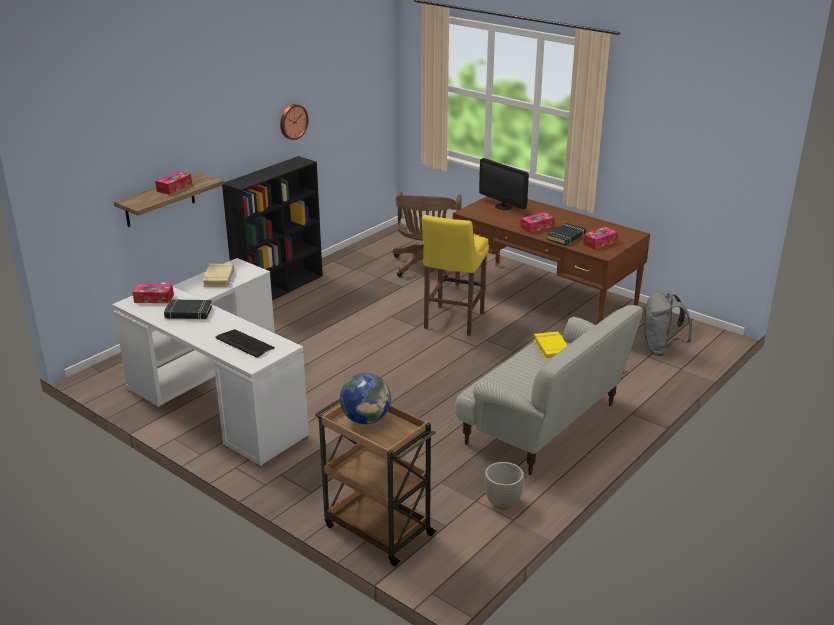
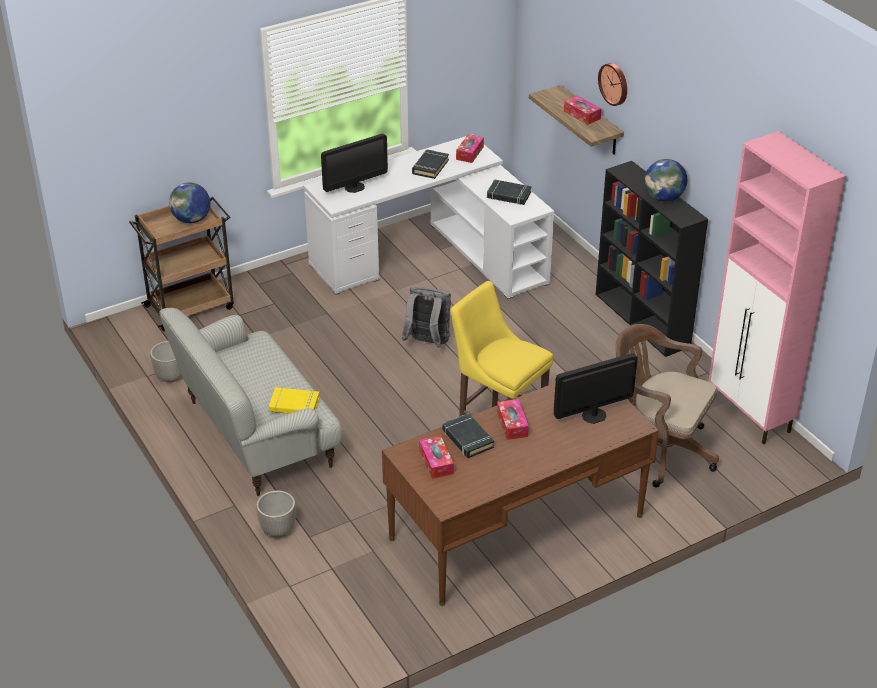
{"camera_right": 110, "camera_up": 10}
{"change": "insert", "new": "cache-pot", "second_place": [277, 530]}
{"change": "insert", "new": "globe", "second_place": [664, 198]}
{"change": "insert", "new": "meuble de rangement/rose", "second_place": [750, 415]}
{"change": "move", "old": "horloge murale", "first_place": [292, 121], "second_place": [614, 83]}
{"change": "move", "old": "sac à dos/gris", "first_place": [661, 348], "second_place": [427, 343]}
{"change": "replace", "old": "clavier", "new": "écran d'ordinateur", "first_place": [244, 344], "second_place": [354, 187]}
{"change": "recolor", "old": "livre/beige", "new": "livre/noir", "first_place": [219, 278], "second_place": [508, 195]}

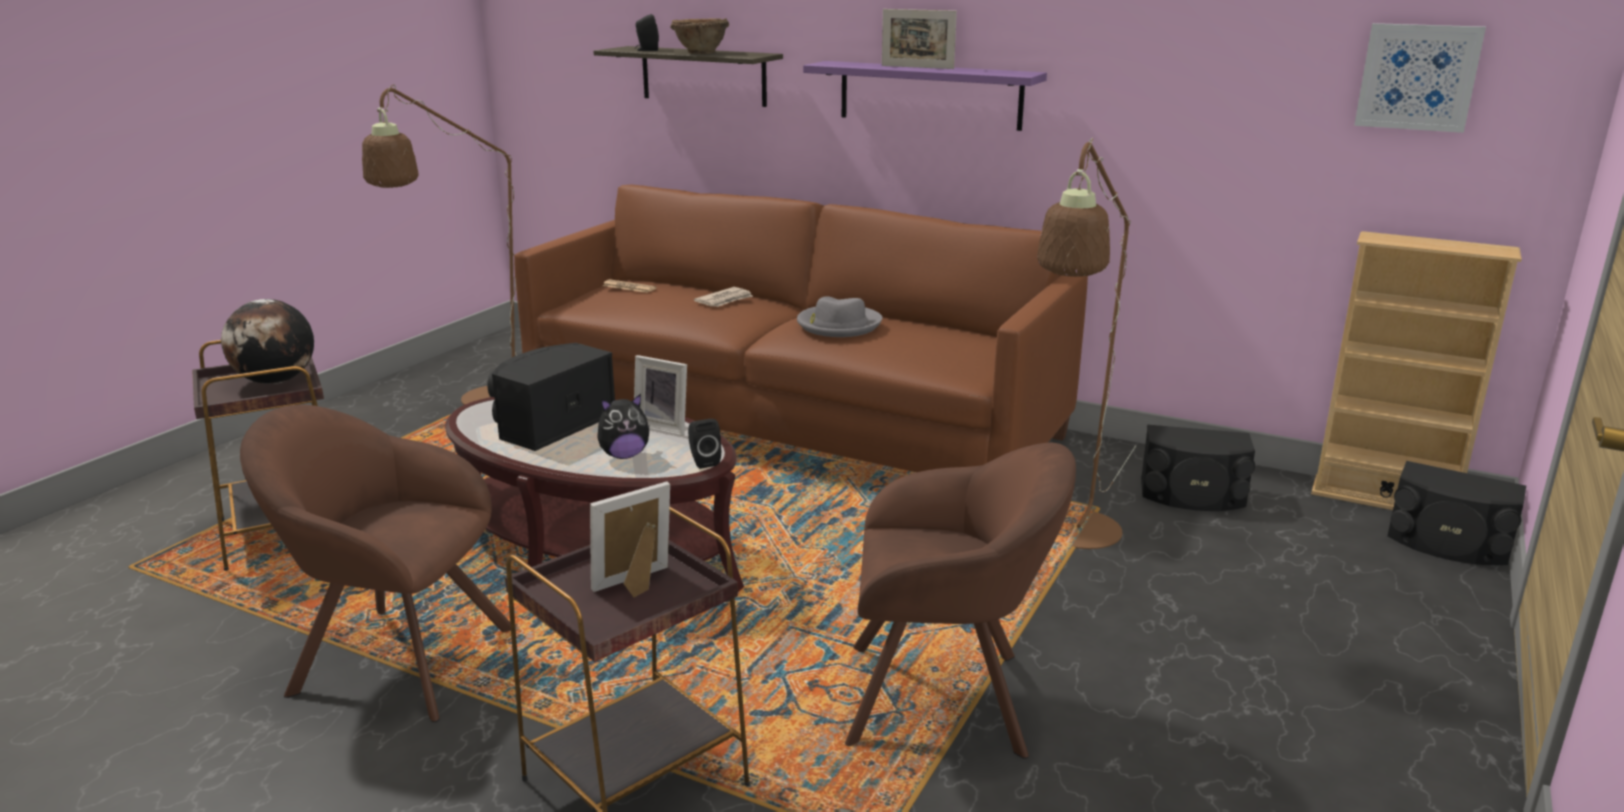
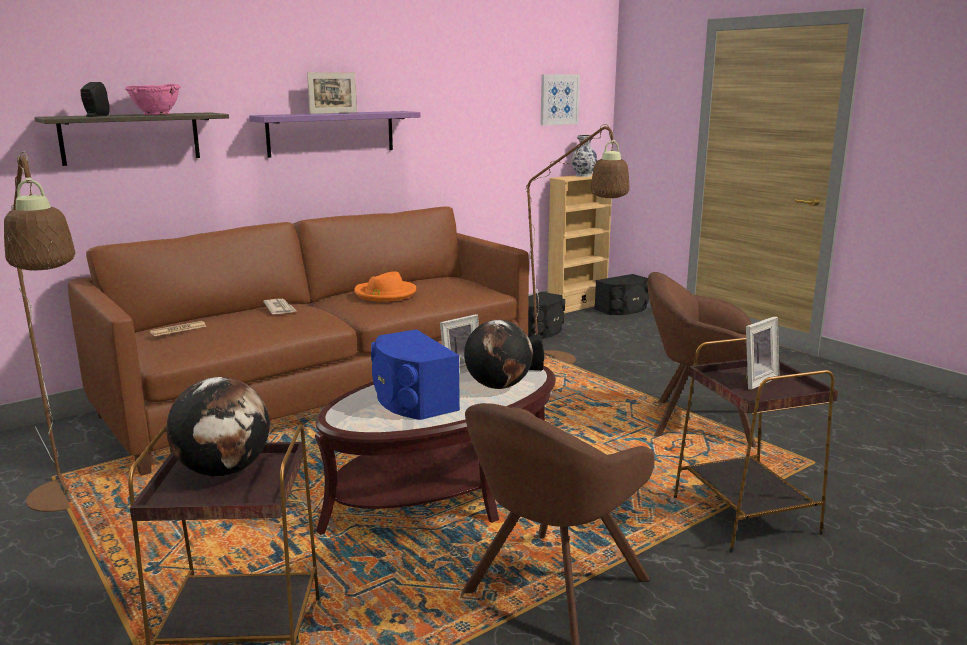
{"camera_right": -65, "camera_up": -5}
{"change": "insert", "new": "vase", "second_place": [583, 175]}
{"change": "replace", "old": "peluche", "new": "globe", "first_place": [624, 455], "second_place": [498, 386]}
{"change": "recolor", "old": "enceinte/noir", "new": "enceinte/bleu", "first_place": [552, 424], "second_place": [411, 400]}
{"change": "recolor", "old": "bol/marron", "new": "bol/rose", "first_place": [700, 53], "second_place": [156, 114]}
{"change": "recolor", "old": "chapeau/gris", "new": "chapeau/orange", "first_place": [838, 325], "second_place": [385, 294]}
{"change": "rotate", "old": "cadre photo", "first_place": [637, 585], "second_place": [755, 380], "degrees": -120}
{"change": "rotate", "old": "fauteuil/marron", "first_place": [947, 699], "second_place": [696, 422], "degrees": -105}

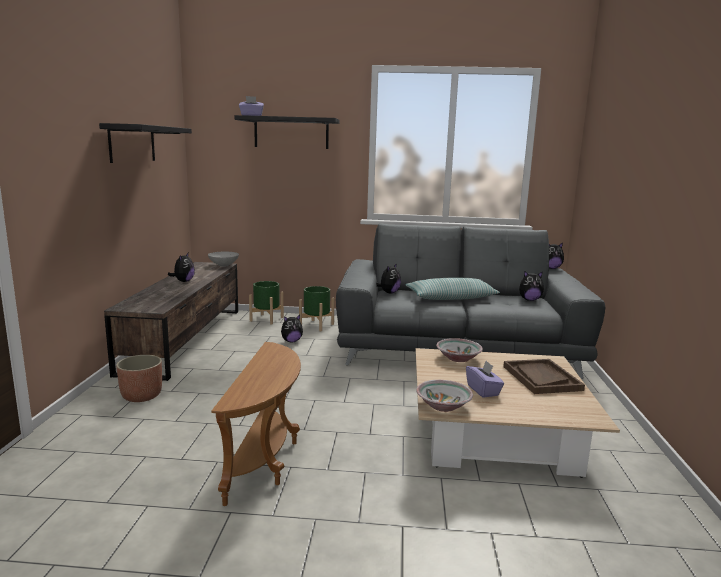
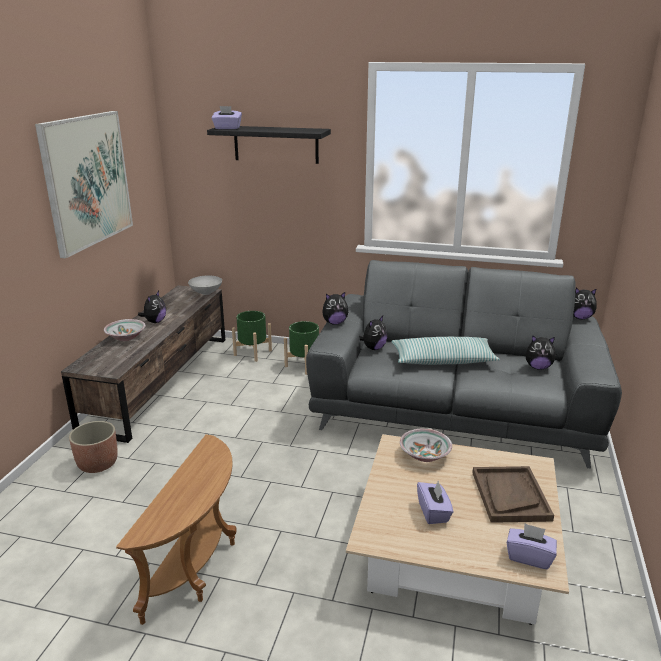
{"camera_right": 10, "camera_up": 10}
{"change": "insert", "new": "boîte à mouchoirs/violet", "second_place": [529, 557]}
{"change": "move", "old": "peluche", "first_place": [291, 341], "second_place": [334, 323]}
{"change": "move", "old": "bol", "first_place": [444, 406], "second_place": [126, 337]}
{"change": "replace", "old": "étagère/noir", "new": "tableau", "first_place": [132, 143], "second_place": [87, 181]}

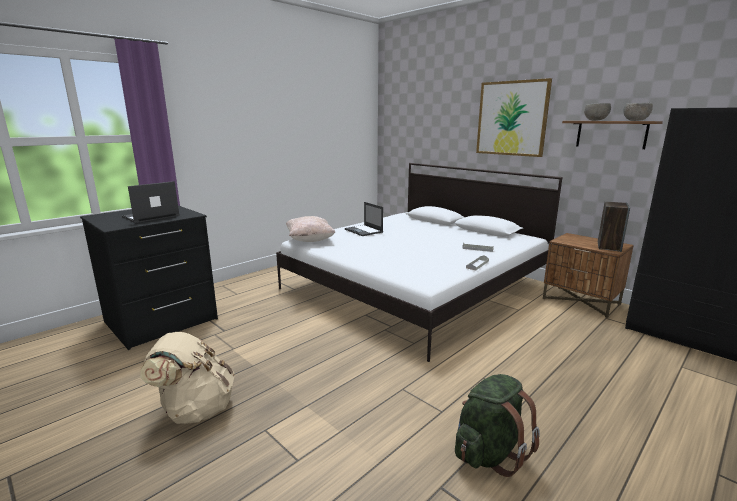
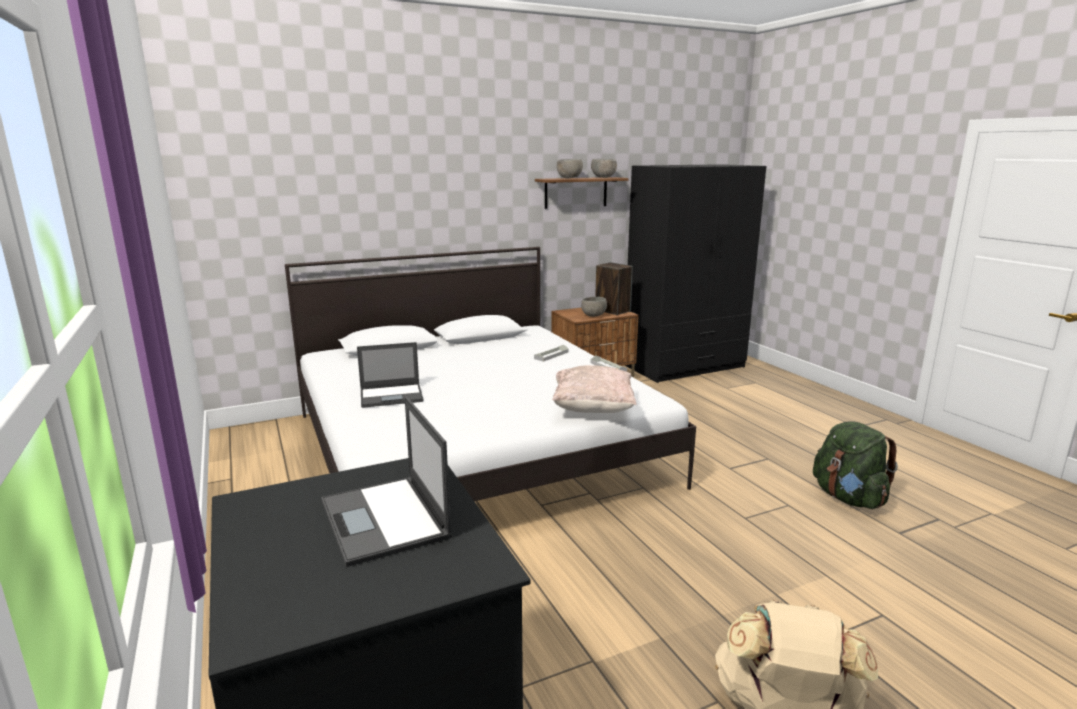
{"camera_right": -70, "camera_up": 0}
{"change": "delete", "old": "tableau", "first_place": [512, 118]}
{"change": "insert", "new": "bol/gris", "second_place": [593, 316]}
{"change": "move", "old": "coussin/beige", "first_place": [310, 240], "second_place": [593, 409]}

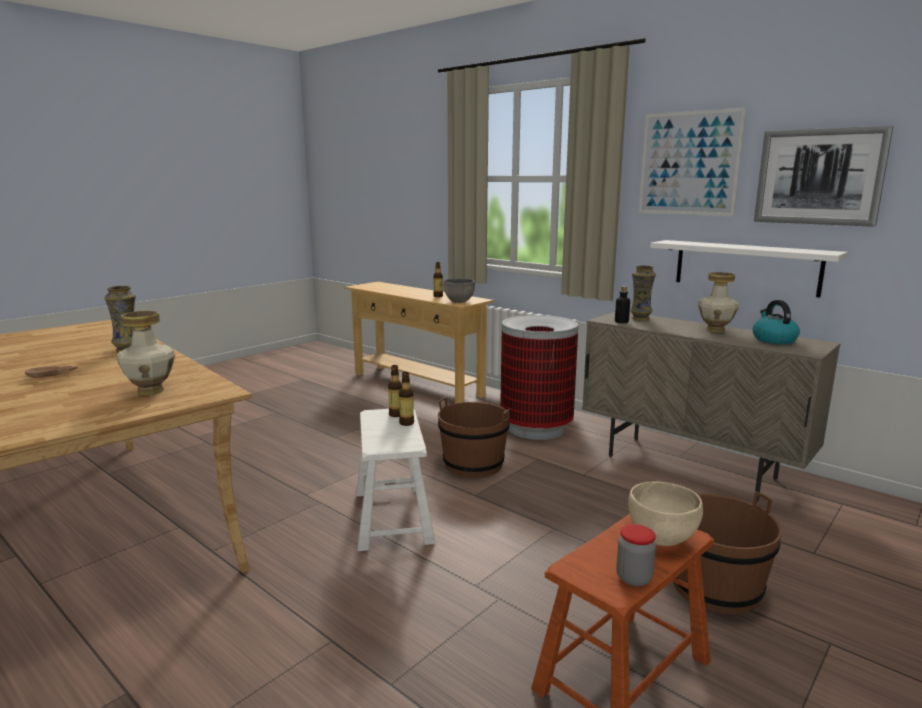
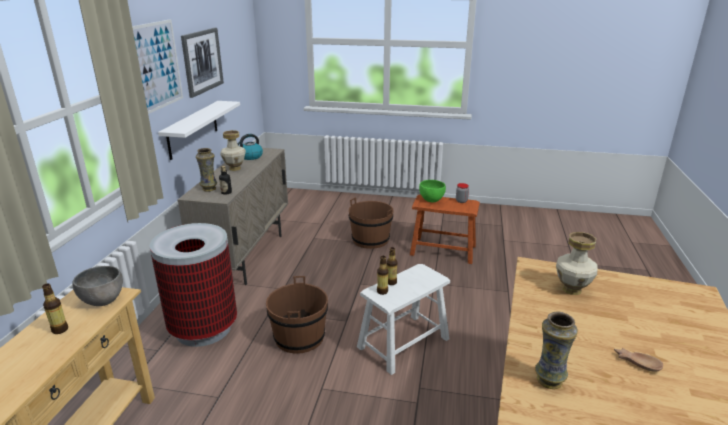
{"camera_right": -120, "camera_up": 10}
{"change": "recolor", "old": "bol/beige", "new": "bol/vert", "first_place": [661, 538], "second_place": [431, 200]}

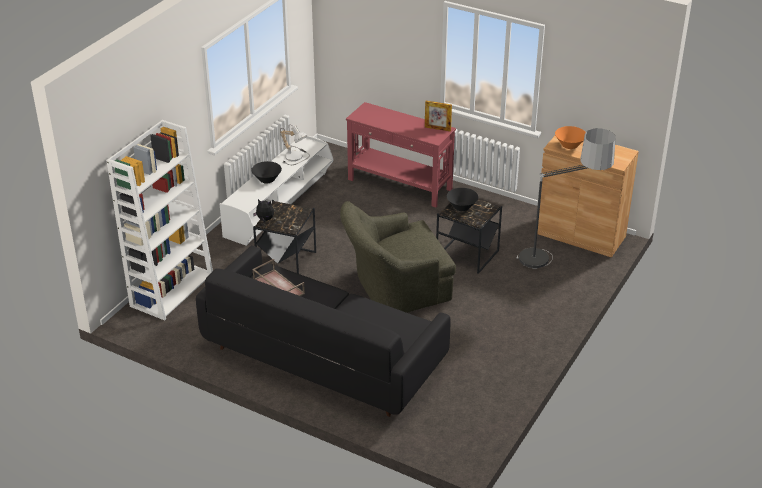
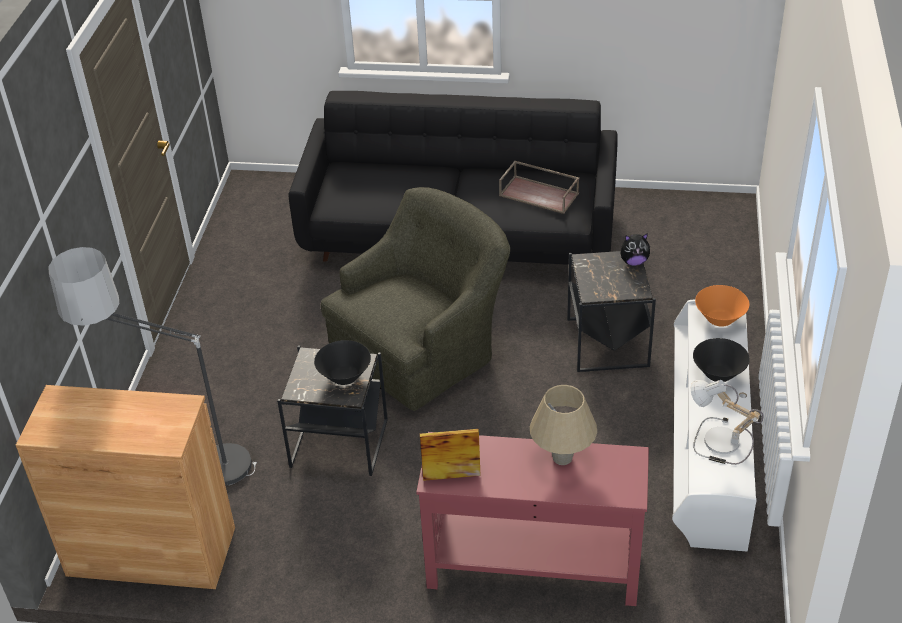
{"camera_right": 160, "camera_up": 5}
{"change": "delete", "old": "bibliothèque/blanc", "first_place": [172, 290]}
{"change": "insert", "new": "lampe de table/beige", "second_place": [562, 458]}
{"change": "move", "old": "bol/orange", "first_place": [569, 145], "second_place": [719, 318]}

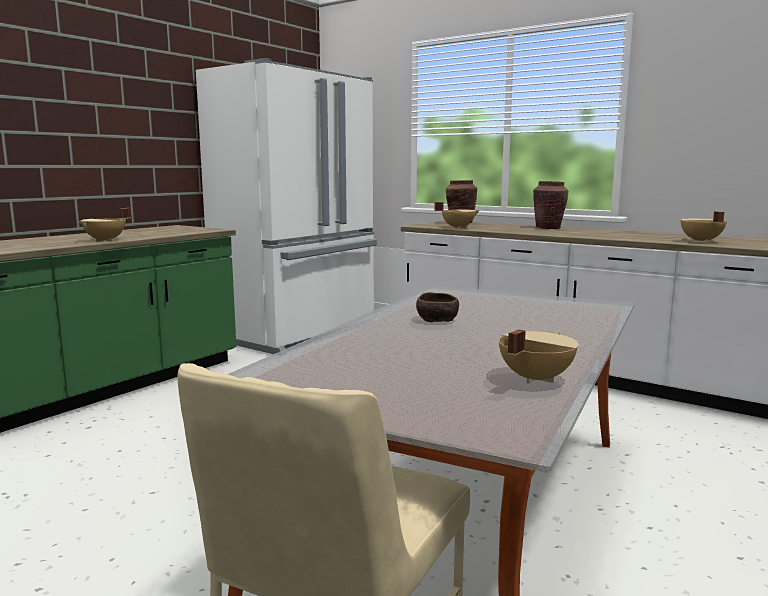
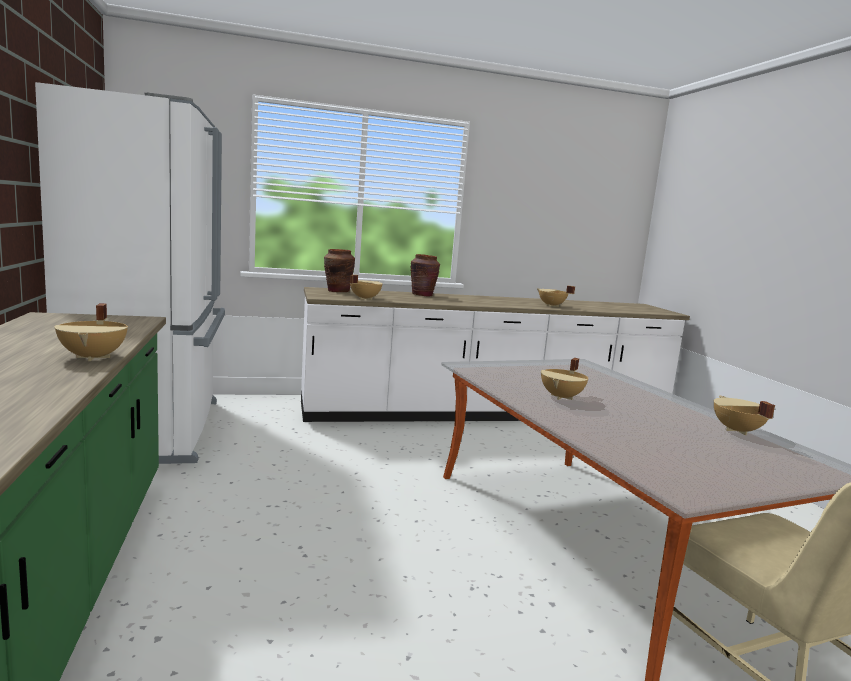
{"camera_right": -50, "camera_up": 0}
{"change": "replace", "old": "bol/marron", "new": "marmite/beige", "first_place": [438, 320], "second_place": [562, 397]}

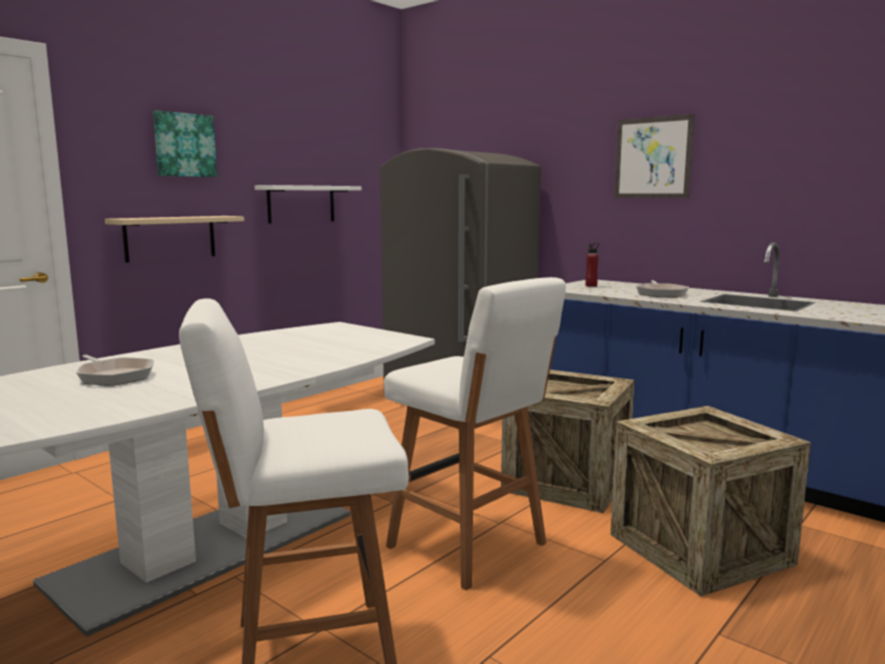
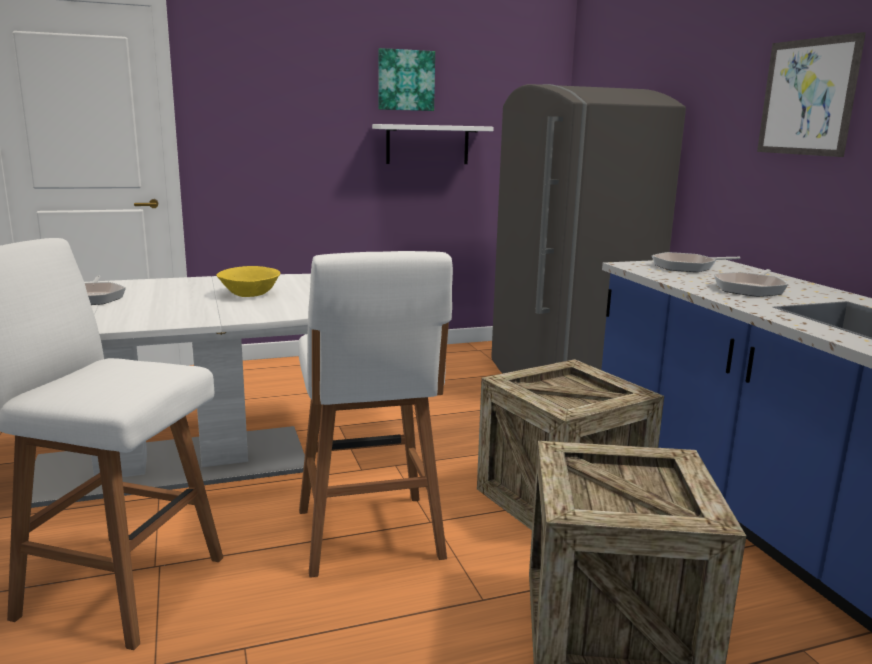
{"camera_right": 30, "camera_up": 5}
{"change": "delete", "old": "étagère/beige", "first_place": [170, 238]}
{"change": "insert", "new": "bol/jaune", "second_place": [249, 294]}
{"change": "move", "old": "tableau", "first_place": [184, 145], "second_place": [405, 80]}
{"change": "replace", "old": "bouteille/rouge", "new": "poêle", "first_place": [591, 286], "second_place": [687, 267]}

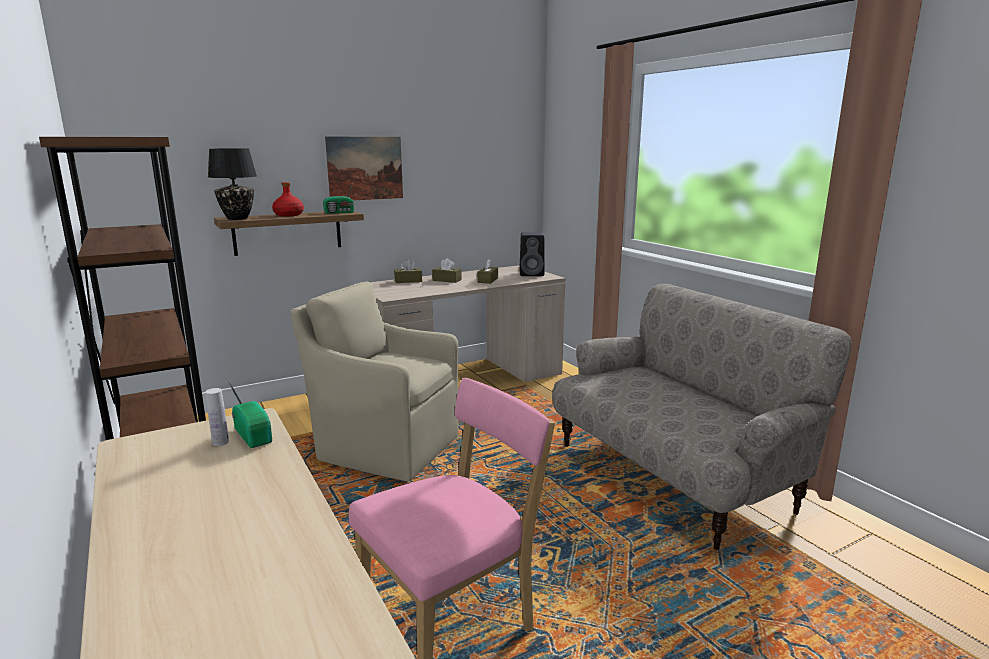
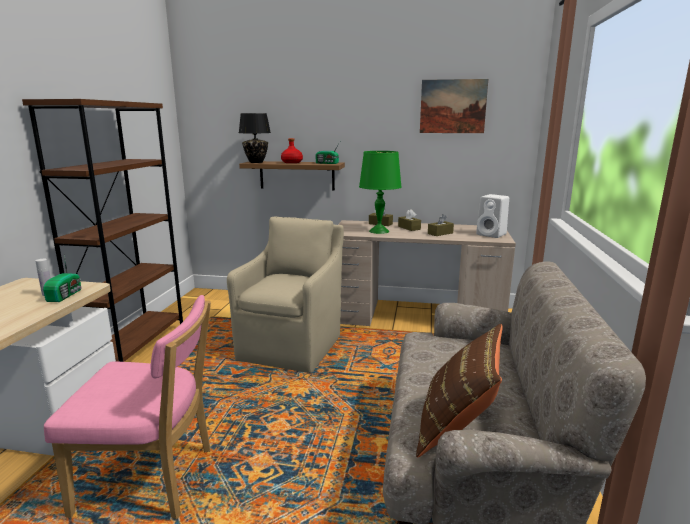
{"camera_right": 40, "camera_up": 0}
{"change": "insert", "new": "lampe de table/vert", "second_place": [379, 231]}
{"change": "insert", "new": "coussin/marron", "second_place": [457, 427]}
{"change": "move", "old": "tableau", "first_place": [365, 168], "second_place": [453, 106]}
{"change": "recolor", "old": "enceinte/noir", "new": "enceinte/blanc", "first_place": [532, 274], "second_place": [492, 234]}
{"change": "rotate", "old": "fauteuil/beige", "first_place": [385, 447], "second_place": [292, 346], "degrees": 45}

